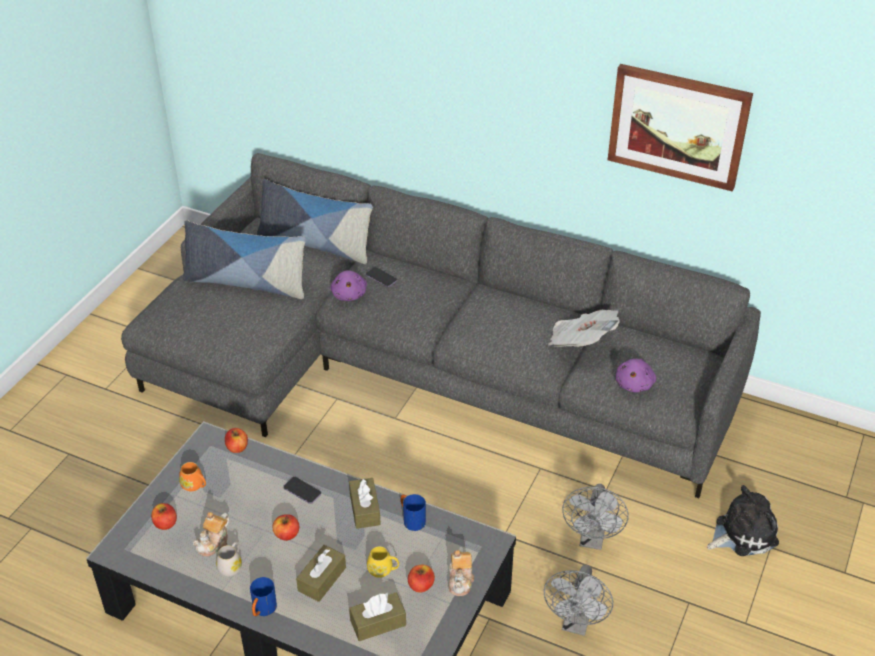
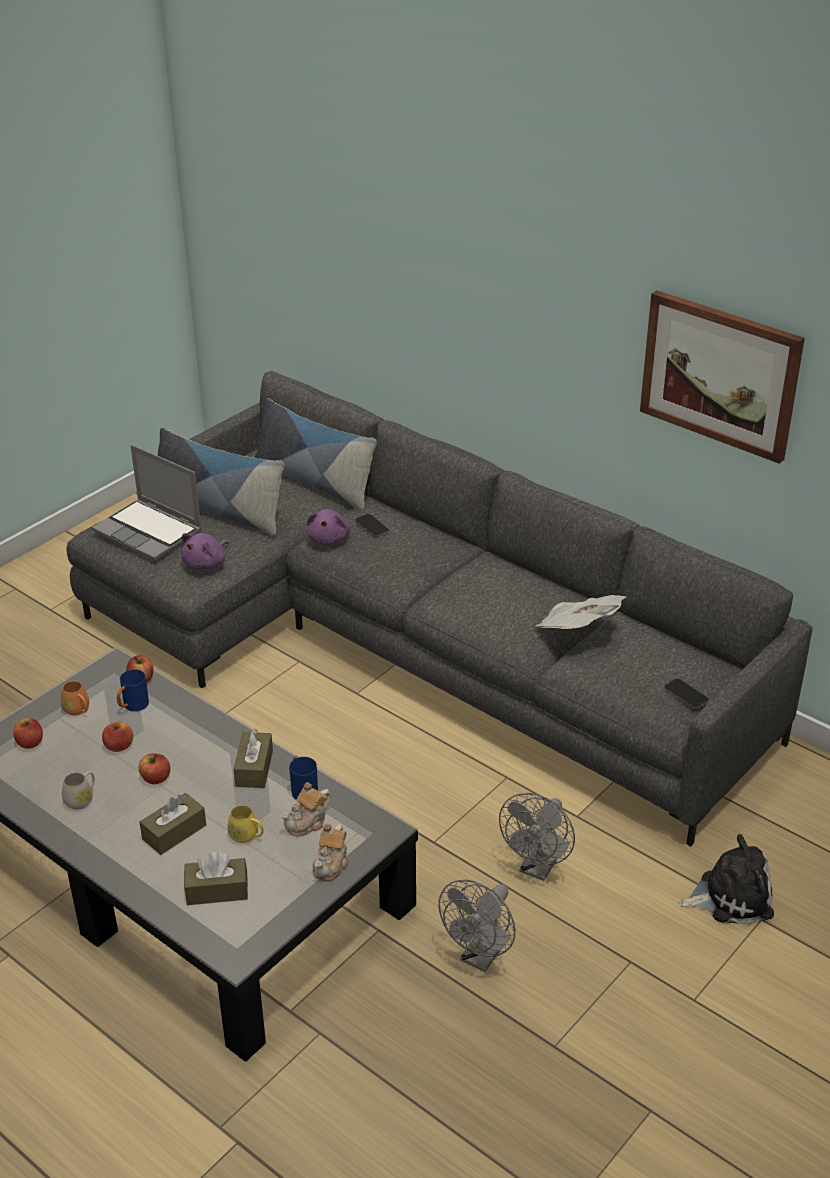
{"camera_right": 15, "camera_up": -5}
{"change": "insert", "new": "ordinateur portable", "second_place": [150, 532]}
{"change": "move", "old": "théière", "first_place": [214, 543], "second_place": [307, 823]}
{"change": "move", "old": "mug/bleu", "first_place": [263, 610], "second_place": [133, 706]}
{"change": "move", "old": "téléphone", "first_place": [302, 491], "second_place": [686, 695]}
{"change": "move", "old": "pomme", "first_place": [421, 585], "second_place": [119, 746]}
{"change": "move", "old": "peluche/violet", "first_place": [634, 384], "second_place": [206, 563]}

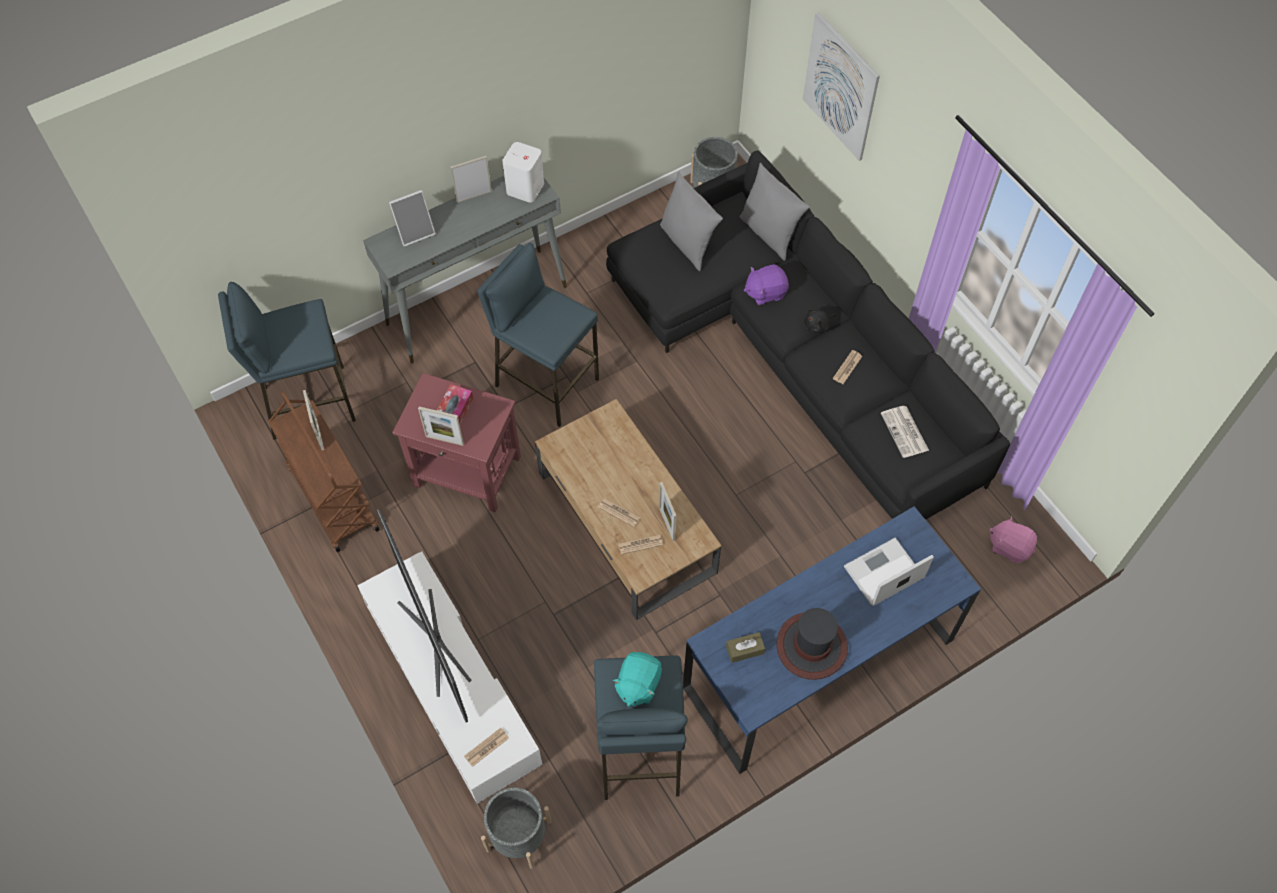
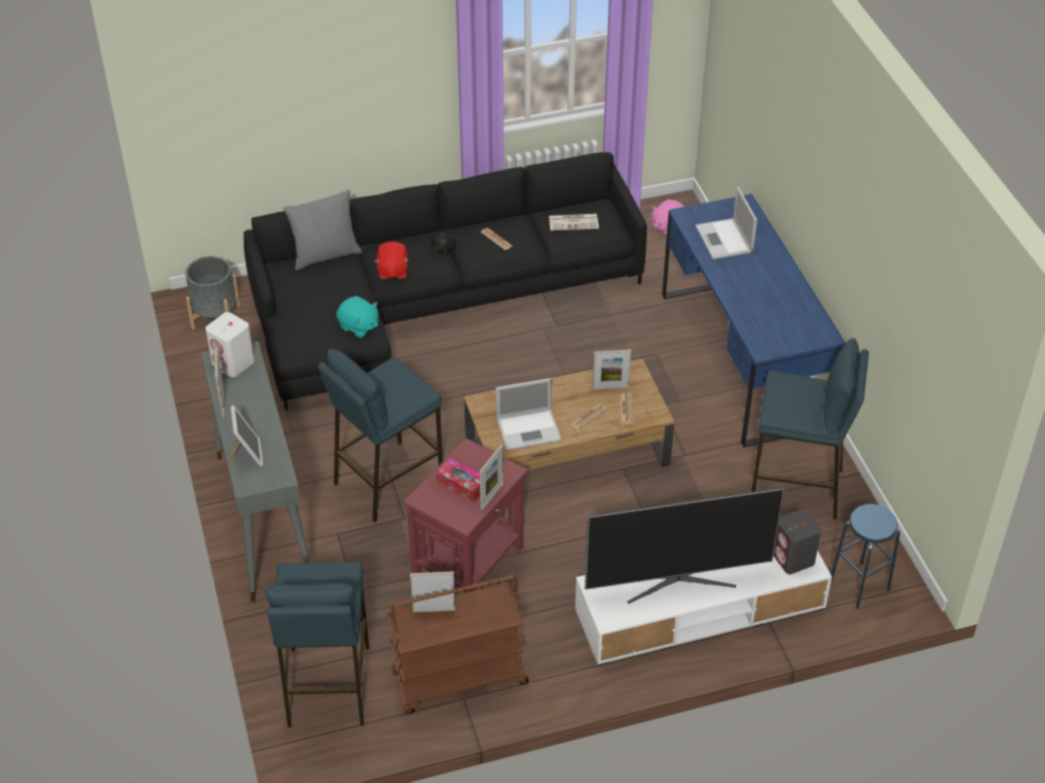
{"camera_right": -75, "camera_up": -15}
{"change": "delete", "old": "coussin/gris", "first_place": [688, 243]}
{"change": "delete", "old": "boîte à mouchoirs/marron", "first_place": [745, 650]}
{"change": "delete", "old": "chapeau", "first_place": [811, 646]}
{"change": "delete", "old": "tableau", "first_place": [840, 87]}
{"change": "insert", "new": "ordinateur portable", "second_place": [529, 429]}
{"change": "move", "old": "peluche/turquoise", "first_place": [637, 684], "second_place": [359, 326]}
{"change": "replace", "old": "journal", "new": "enceinte/gris", "first_place": [486, 747], "second_place": [793, 559]}
{"change": "replace", "old": "cache-pot/gris", "new": "tabouret/bleu", "first_place": [519, 835], "second_place": [859, 584]}
{"change": "recolor", "old": "peluche/violet", "new": "peluche/rouge", "first_place": [765, 292], "second_place": [392, 271]}

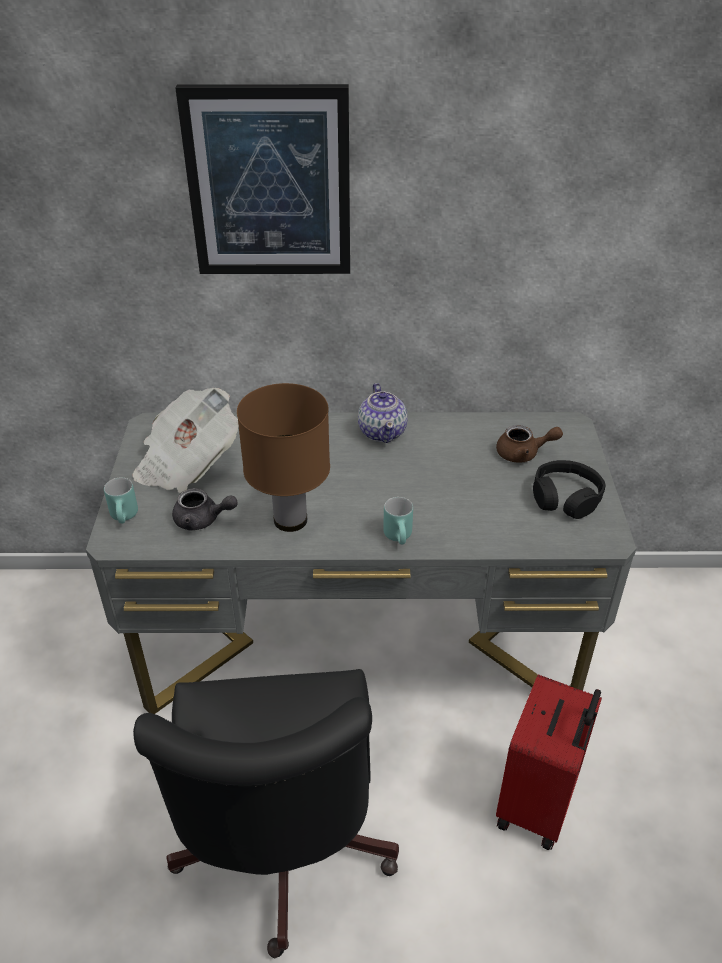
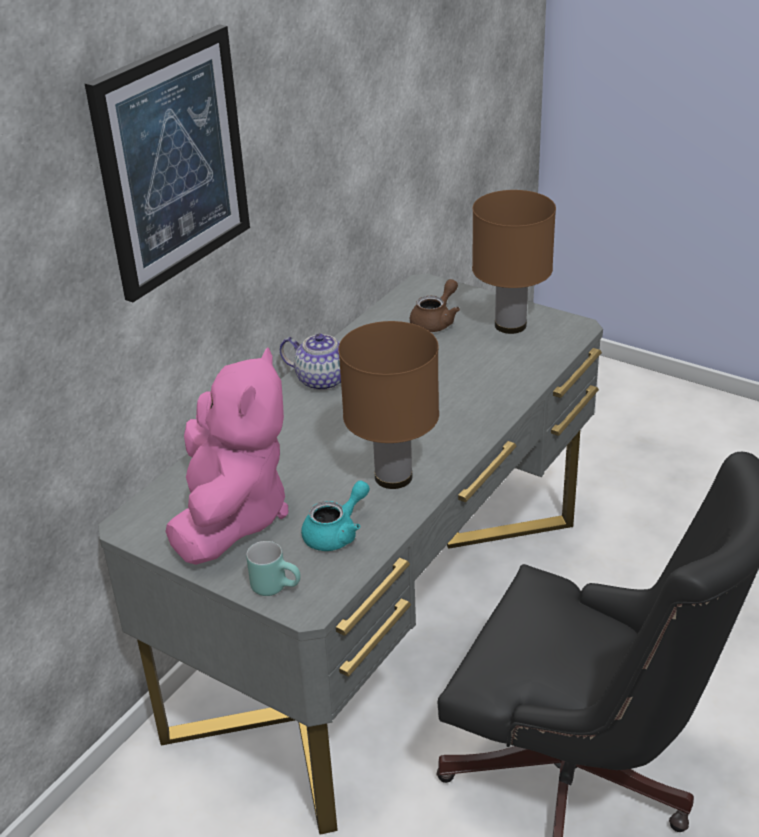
{"camera_right": -55, "camera_up": -5}
{"change": "delete", "old": "mug/turquoise", "first_place": [400, 538]}
{"change": "delete", "old": "valise/rouge", "first_place": [538, 804]}
{"change": "replace", "old": "journal", "new": "peluche/rose", "first_place": [187, 463], "second_place": [231, 517]}
{"change": "replace", "old": "casque audio/noir", "new": "lampe de table/marron", "first_place": [565, 497], "second_place": [510, 325]}
{"change": "recolor", "old": "théière/gris", "new": "théière/turquoise", "first_place": [202, 520], "second_place": [337, 533]}

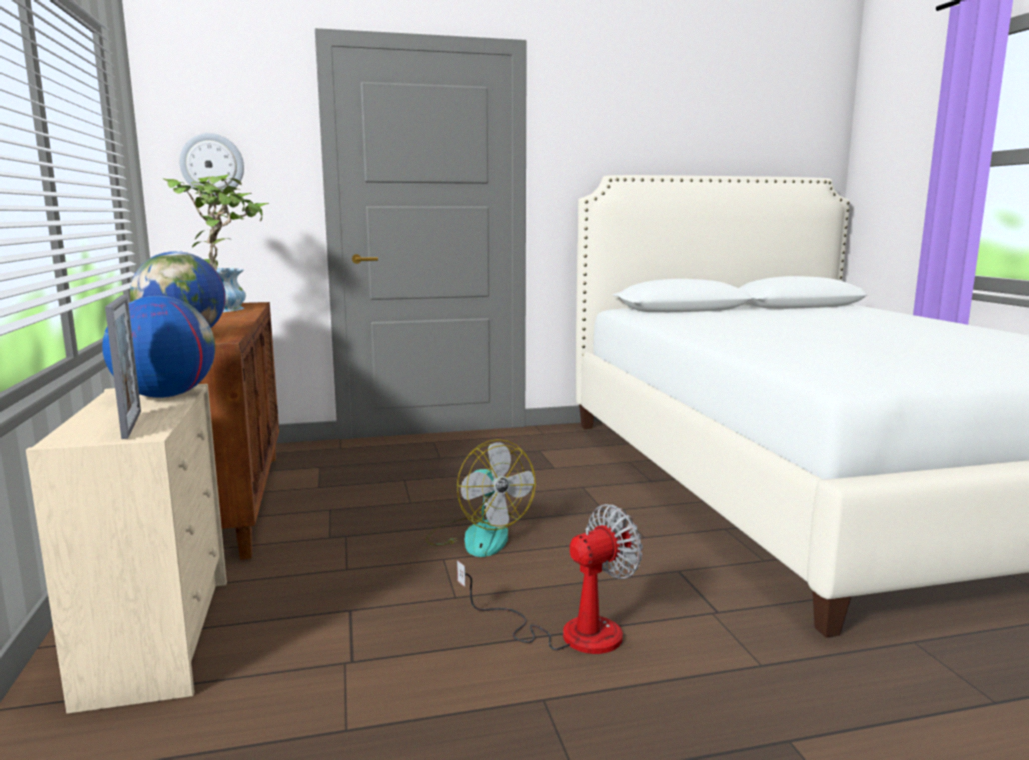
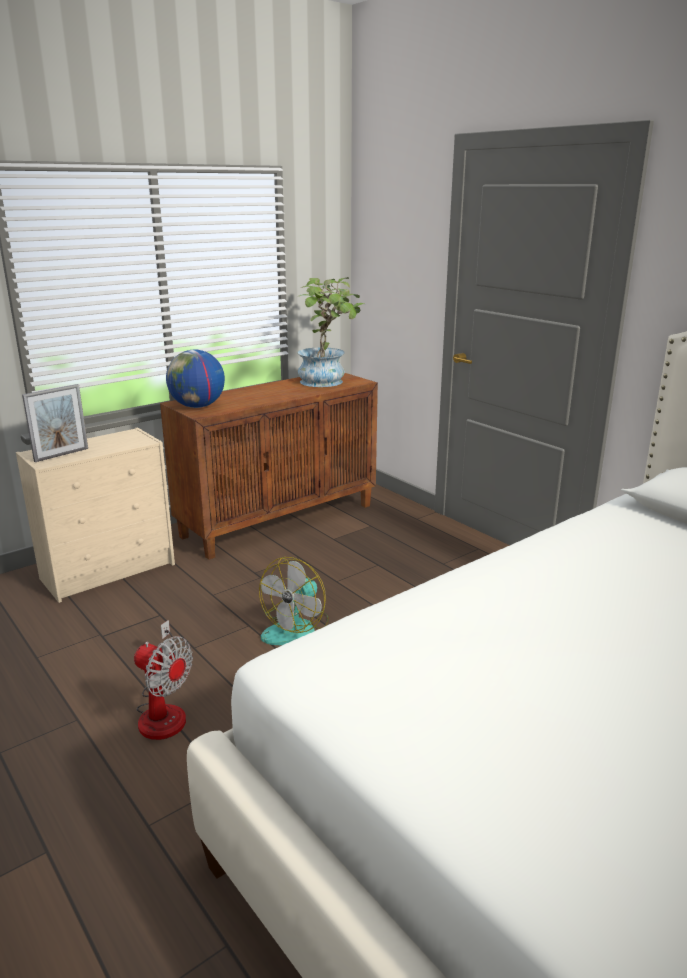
{"camera_right": 65, "camera_up": 10}
{"change": "delete", "old": "globe", "first_place": [165, 396]}
{"change": "delete", "old": "horloge murale", "first_place": [212, 165]}

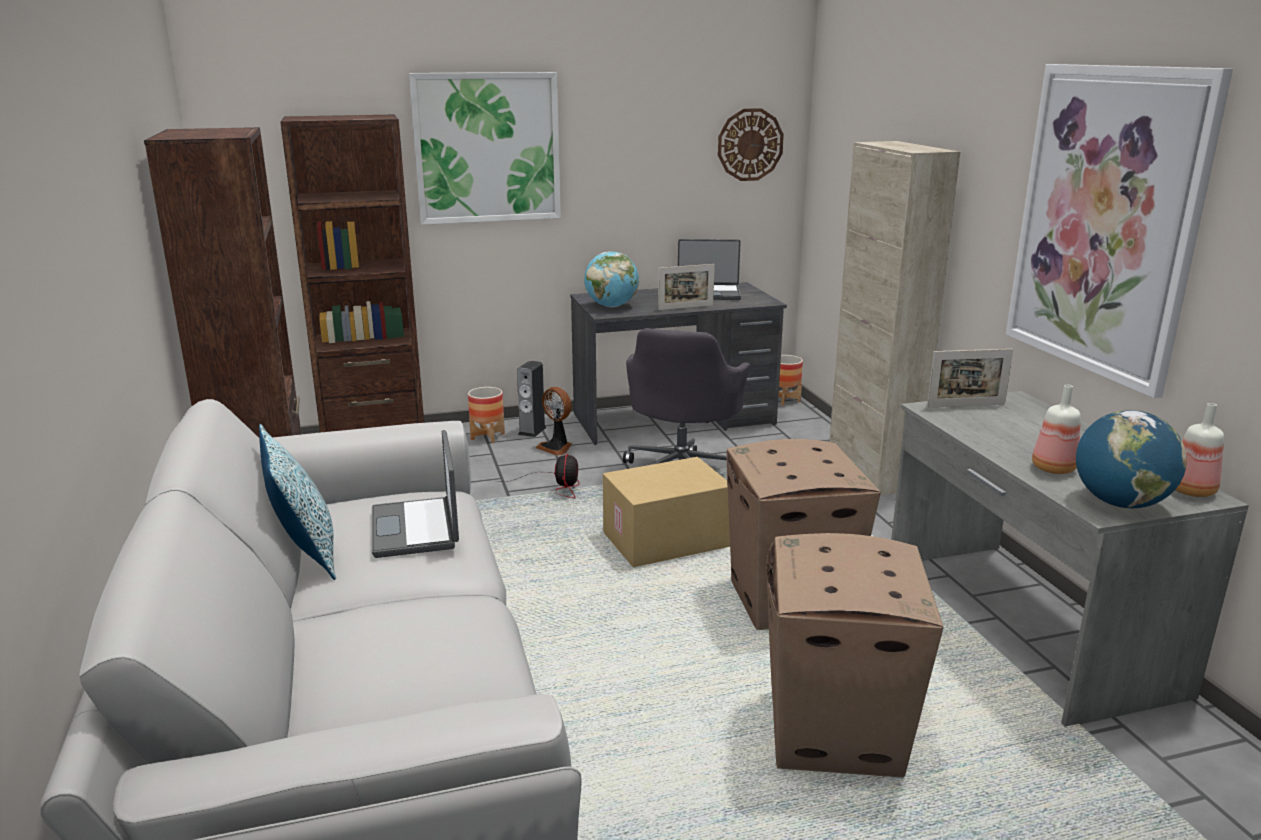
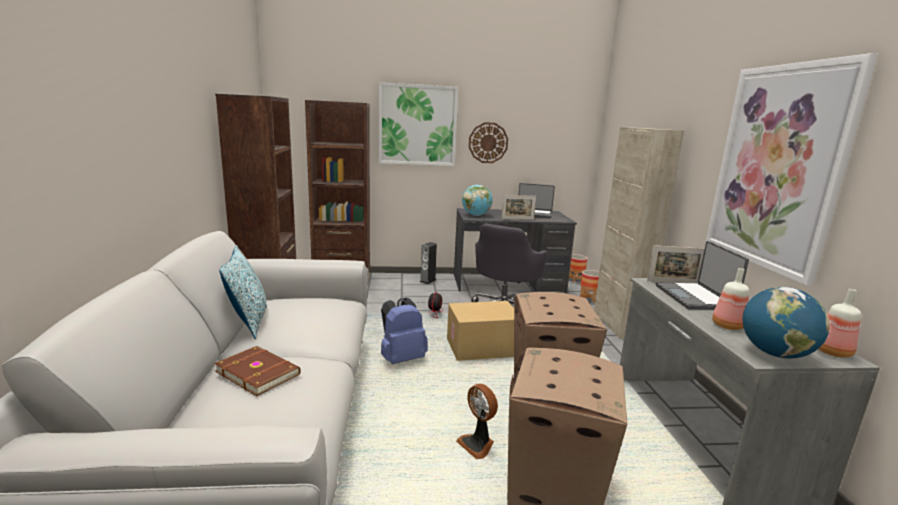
{"camera_right": 10, "camera_up": -5}
{"change": "insert", "new": "livre/marron", "second_place": [258, 372]}
{"change": "insert", "new": "sac à dos/bleu", "second_place": [401, 358]}
{"change": "move", "old": "ordinateur portable", "first_place": [417, 529], "second_place": [695, 297]}
{"change": "move", "old": "cache-pot", "first_place": [487, 436], "second_place": [588, 298]}
{"change": "move", "old": "ventilateur", "first_place": [556, 447], "second_place": [477, 444]}
{"change": "move", "old": "horloge murale", "first_place": [750, 144], "second_place": [488, 142]}

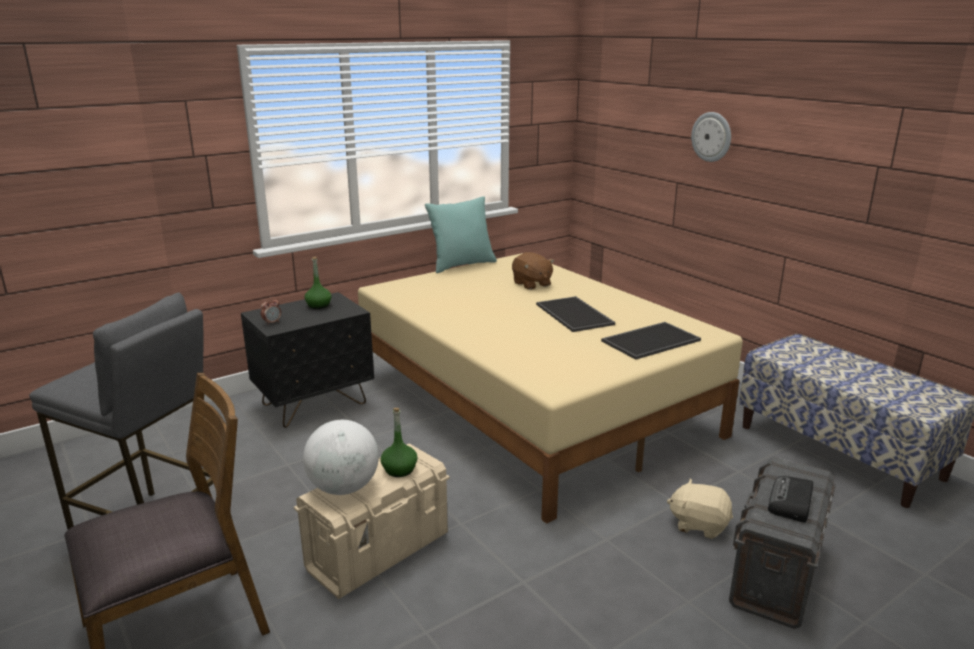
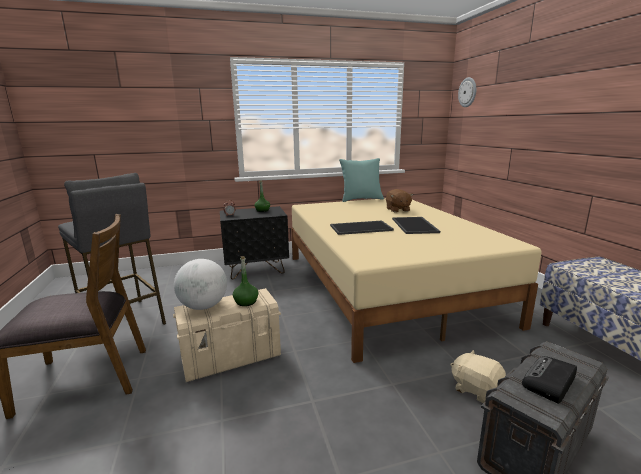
{"camera_right": 20, "camera_up": -5}
{"change": "move", "old": "plateau", "first_place": [650, 340], "second_place": [361, 227]}
{"change": "move", "old": "horloge murale", "first_place": [712, 136], "second_place": [467, 92]}

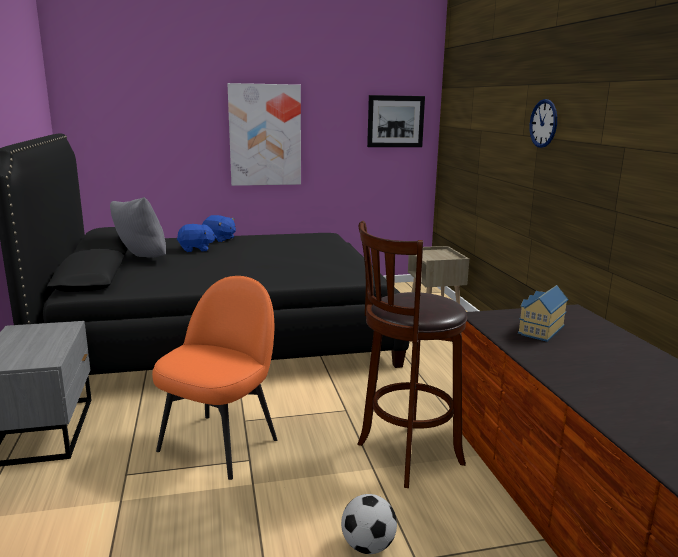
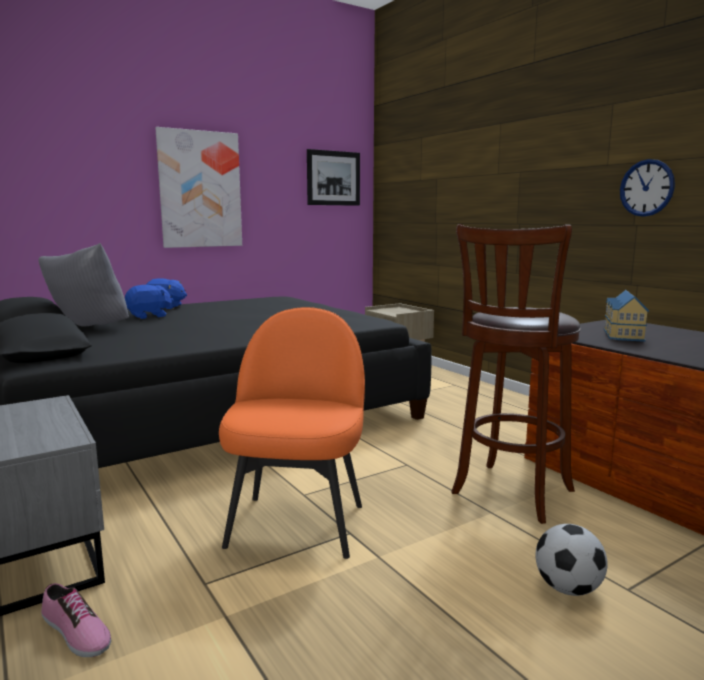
{"camera_right": -20, "camera_up": -5}
{"change": "insert", "new": "chaussure", "second_place": [75, 632]}
{"change": "move", "old": "horloge murale", "first_place": [543, 123], "second_place": [646, 188]}

